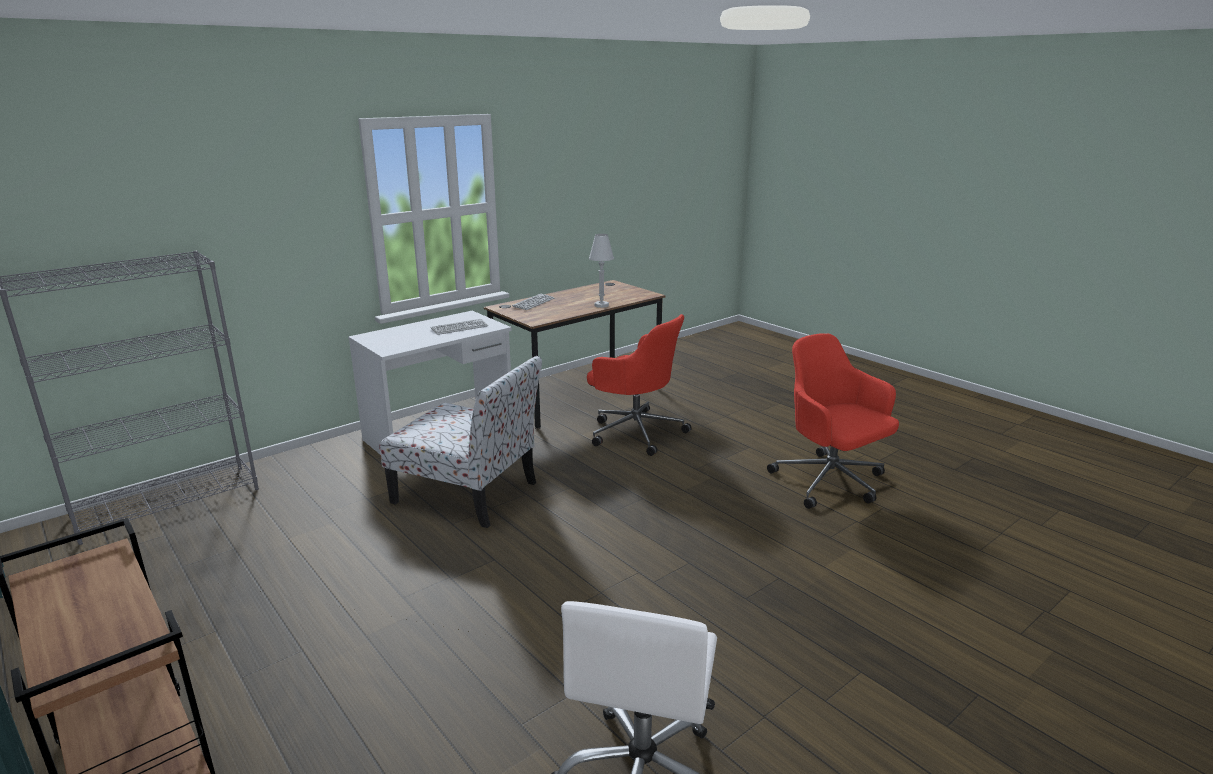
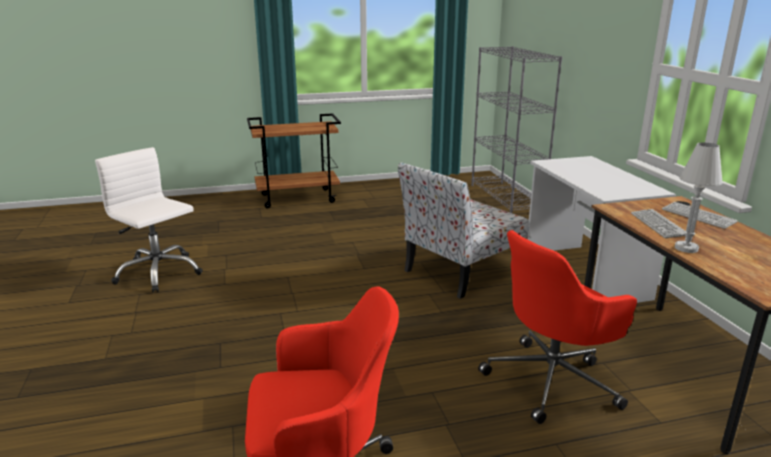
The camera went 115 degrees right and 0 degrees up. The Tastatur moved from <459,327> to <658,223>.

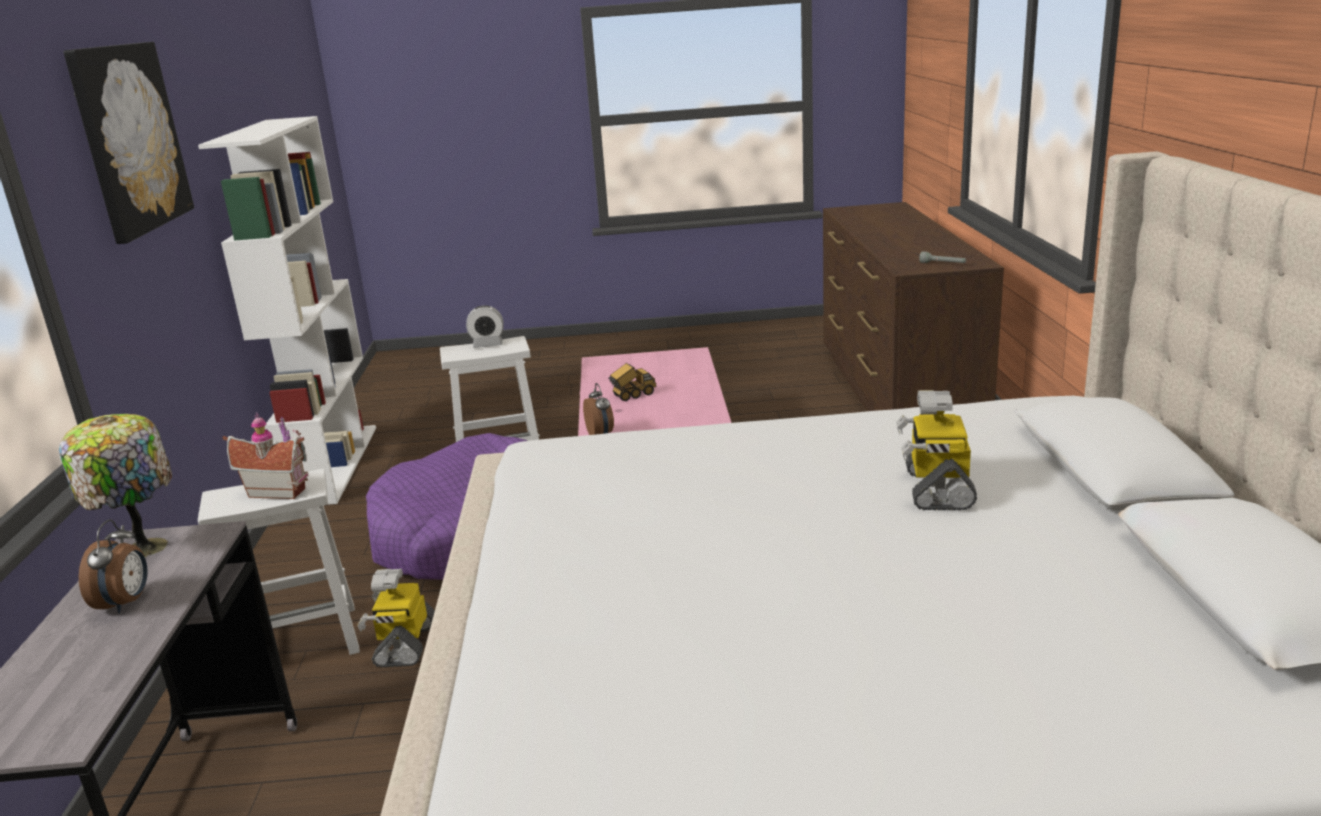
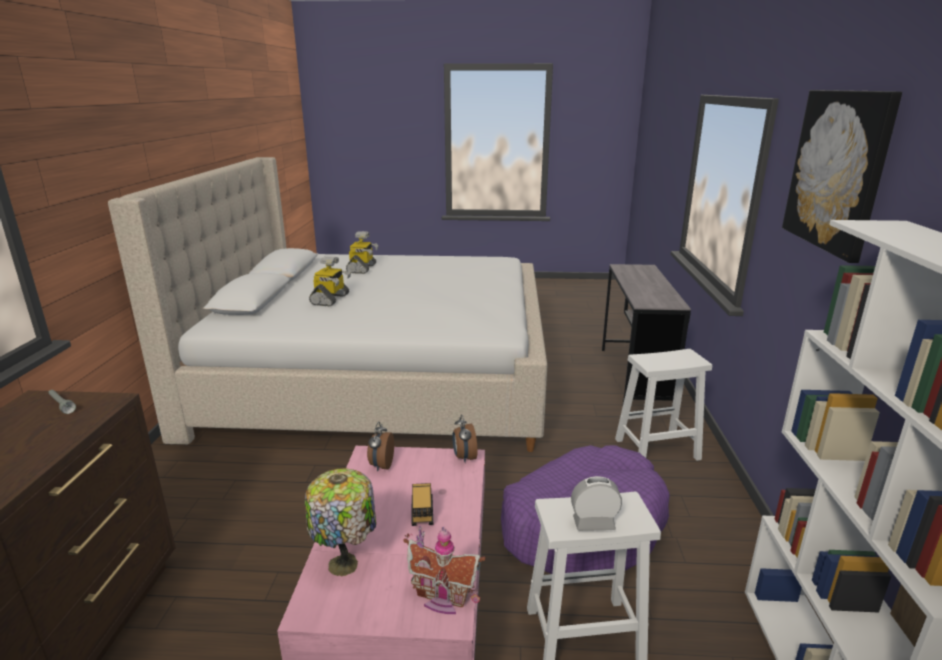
The camera went 175 degrees left and 0 degrees up. The Tischlampe moved from <115,485> to <340,522>. The Wecker moved from <113,566> to <380,446>. The Spielzeughaus moved from <265,455> to <445,569>. The Spielzeugroboter moved from <396,618> to <362,252>. The Spielzeuglaster at <632,382> turned 105 degrees clockwise.

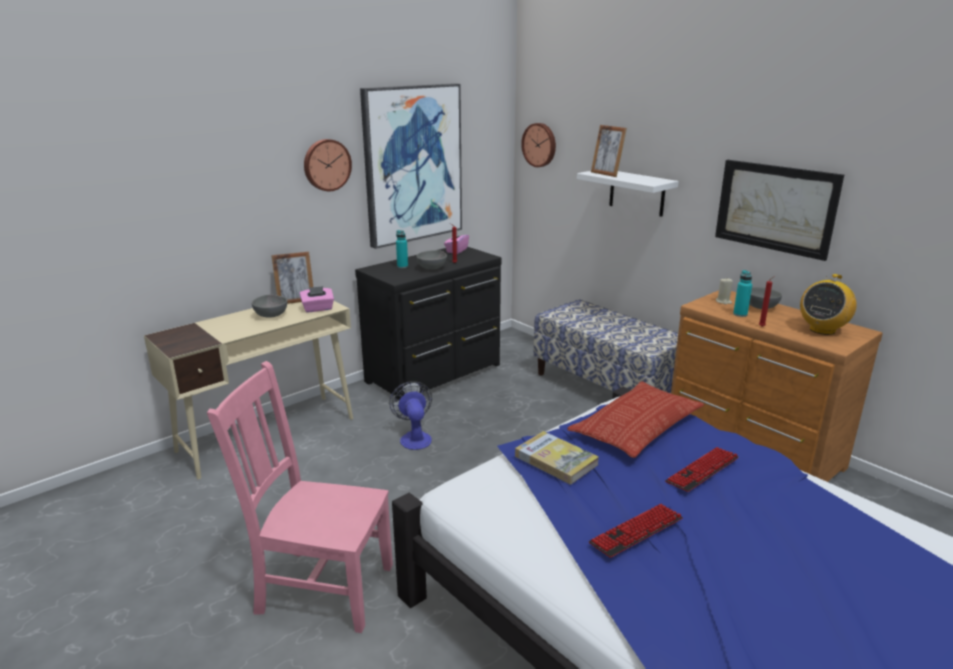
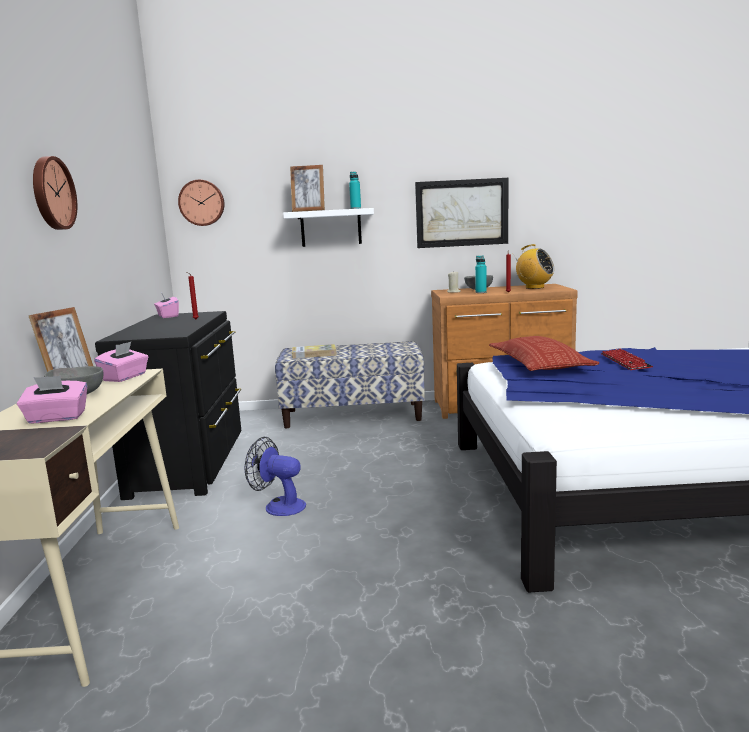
The camera went 50 degrees left and 10 degrees down. The Stuhl [rosa] at <300,497> disappeared. The Bild at <411,166> disappeared. The Flasche [türkis] moved from <402,249> to <355,190>. The Schüssel [grau] at <431,260> disappeared. The Buch moved from <557,458> to <314,351>. The Tastatur at <636,530> disappeared. The Radio at <828,304> turned 45 degrees counterclockwise. The Taschentuchbox [rosa] at <52,399> appeared.

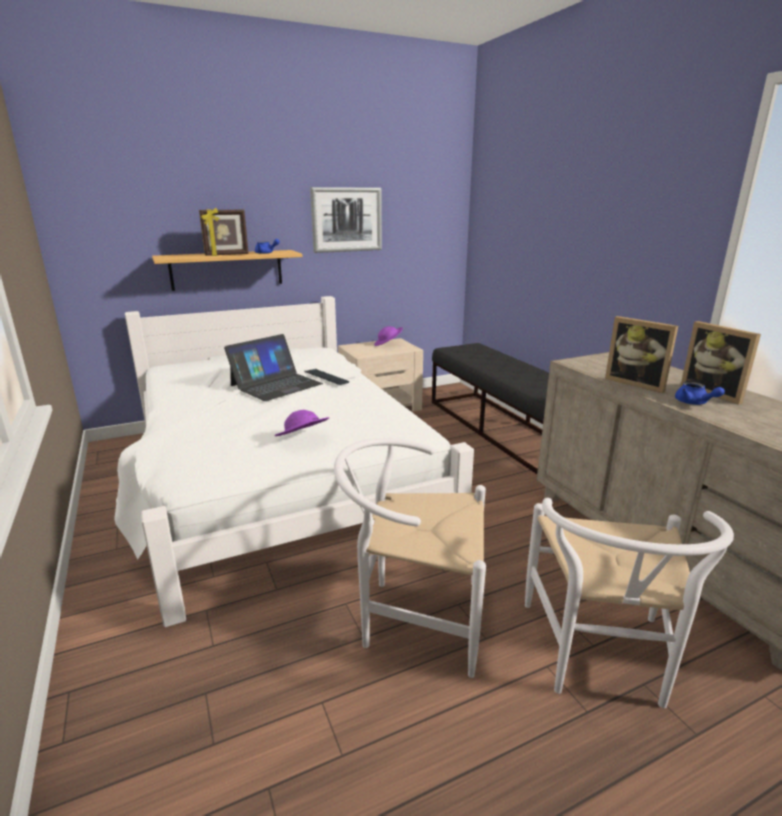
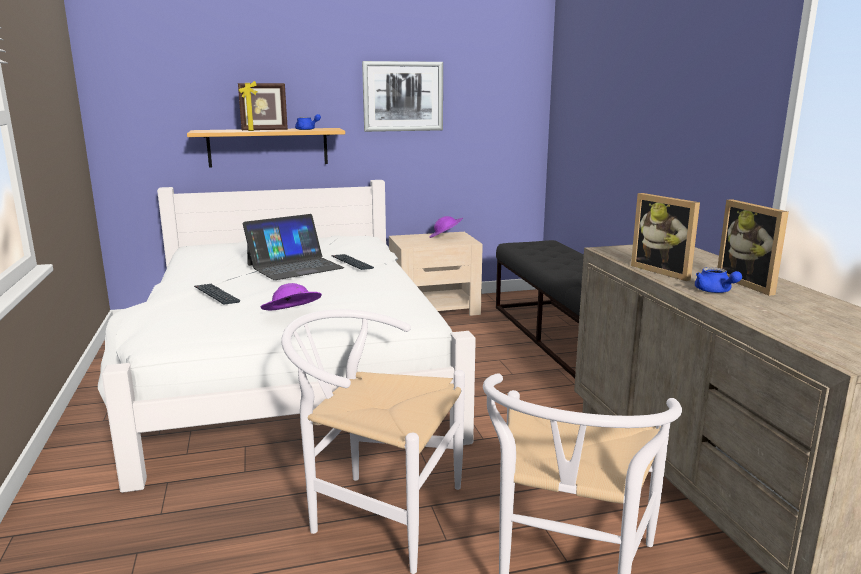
The camera went 10 degrees right and 5 degrees down. The Tastatur at <217,294> appeared.

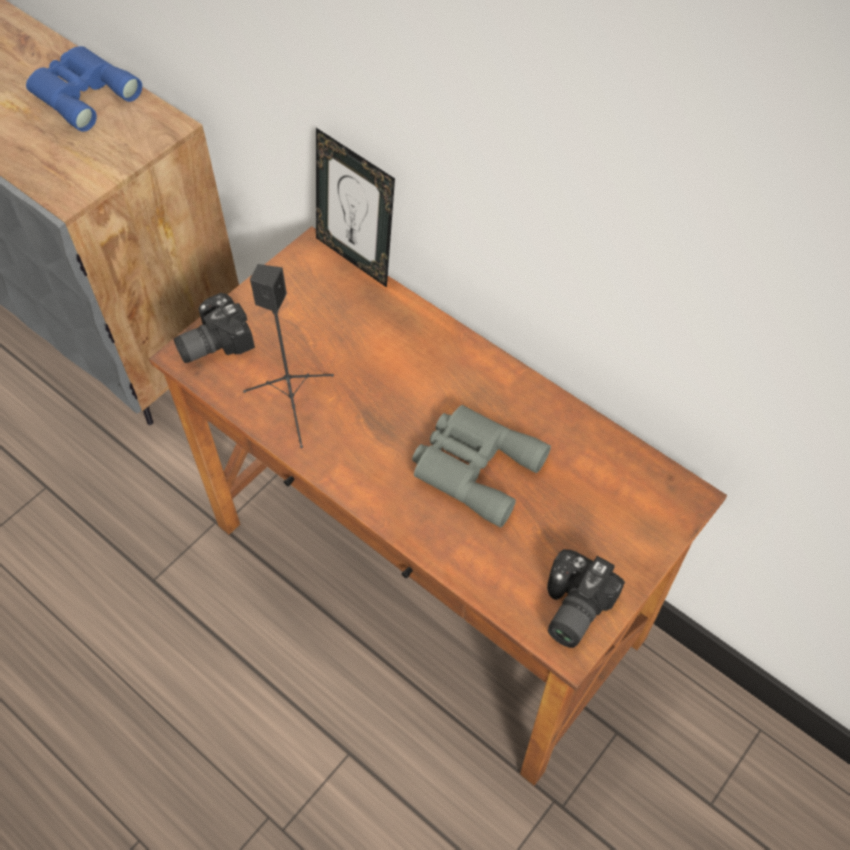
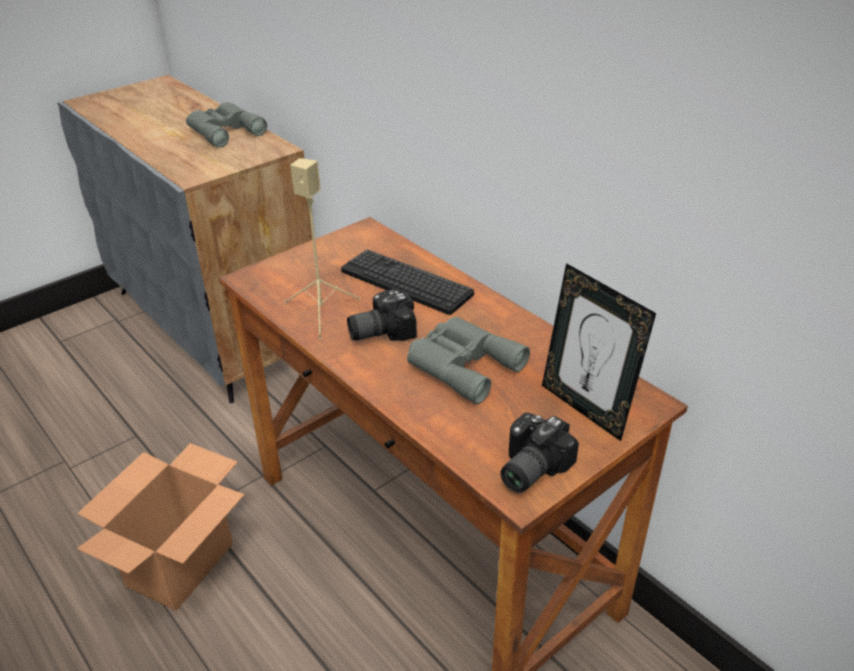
The camera went 10 degrees right and 20 degrees down. The Fernglas [blau] at <84,89> became the Fernglas [grau] at <226,125>. The Kamera moved from <214,328> to <382,315>. The Lautsprecher [schwarz] at <288,356> became the Lautsprecher [beige] at <322,248>. The Bilderrahmen moved from <355,208> to <599,352>. The Karton at <161,527> appeared. The Tastatur at <407,282> appeared.

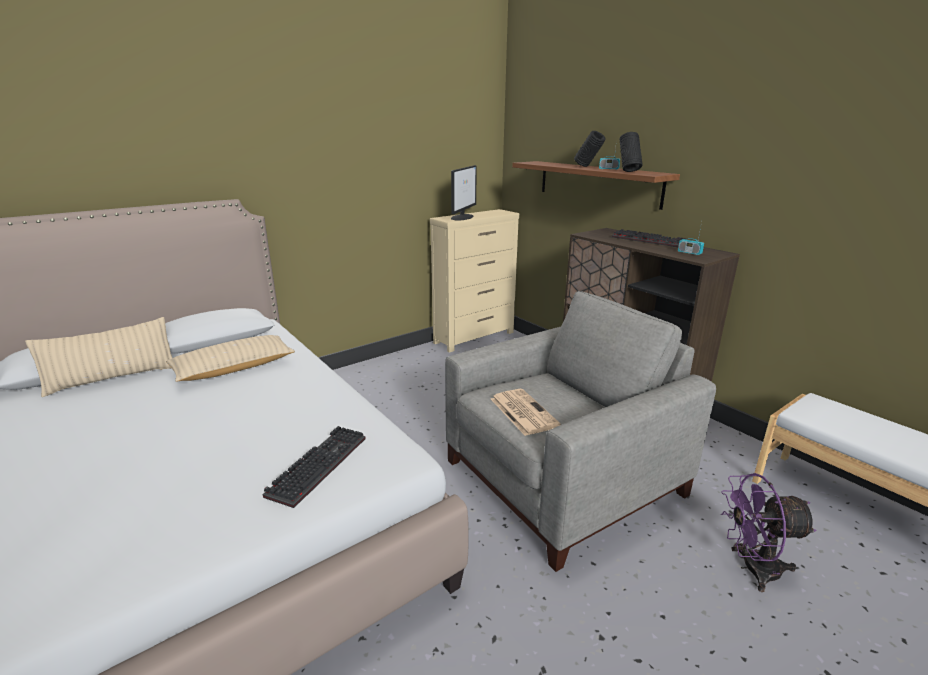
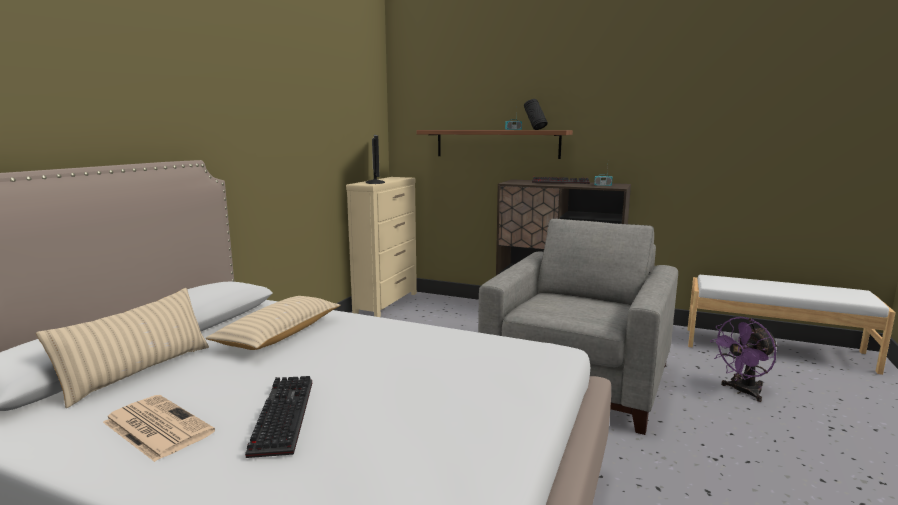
The camera went 30 degrees left and 10 degrees down. The Tastatur moved from <314,467> to <278,417>. The Zeitung moved from <526,412> to <159,428>. The Vase [schwarz] at <590,149> disappeared.

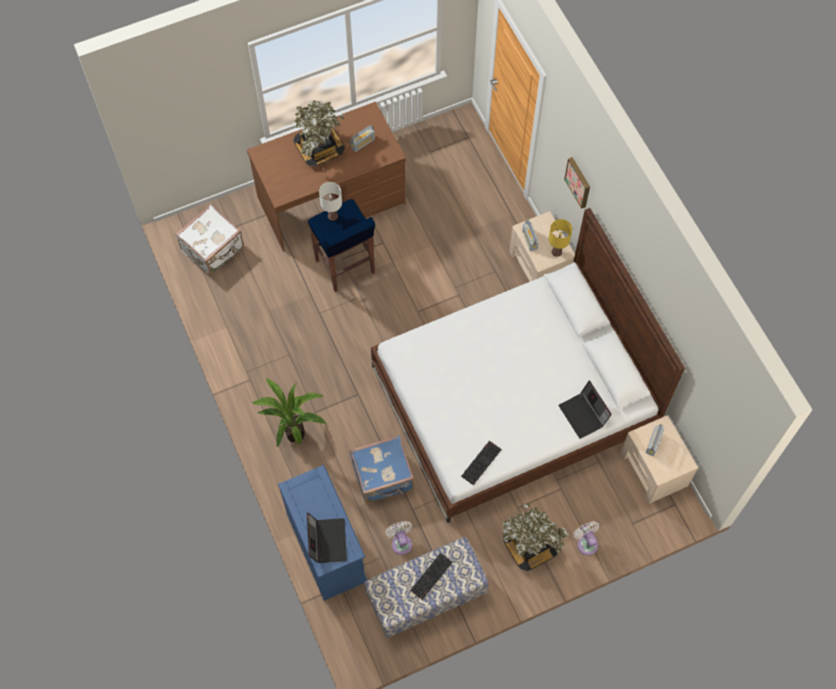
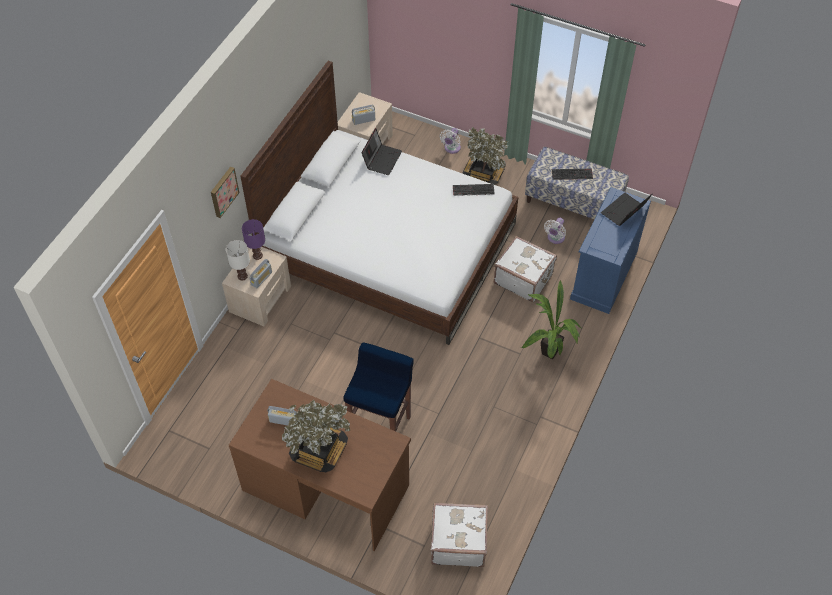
The camera went 130 degrees left and 10 degrees down. The Tischlampe [weiß] moved from <330,201> to <238,260>. The Koffer [blau] at <382,469> became the Koffer [weiß] at <525,269>. The Tischlampe [gelb] at <560,238> became the Tischlampe [lila] at <253,239>.

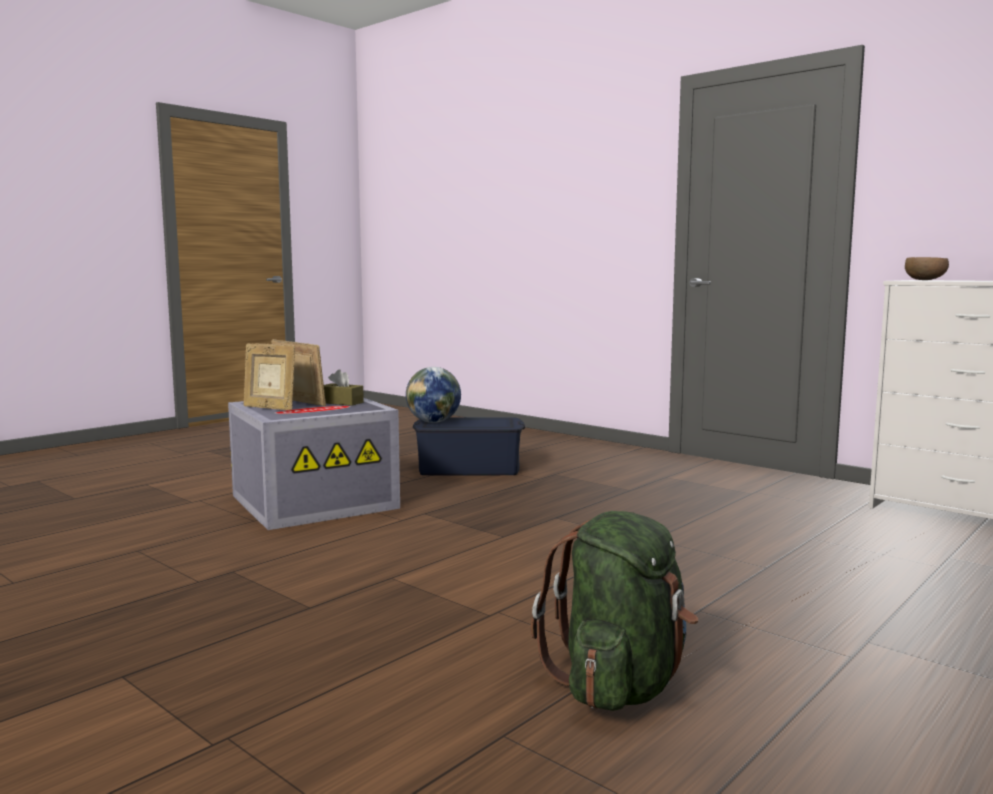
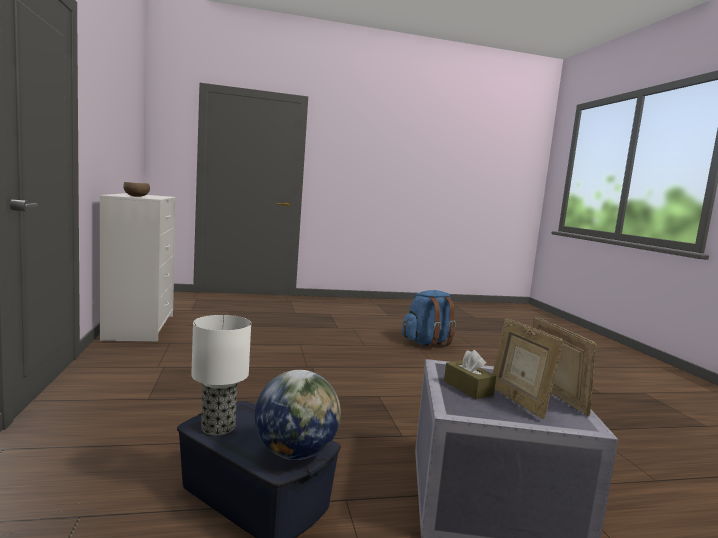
The camera went 145 degrees left and 0 degrees up. The Rucksack [grün] at <614,611> became the Rucksack [blau] at <429,319>. The Tischlampe at <221,375> appeared.

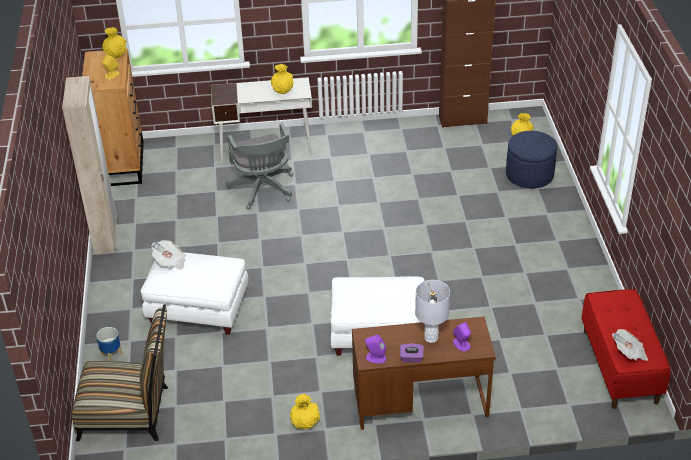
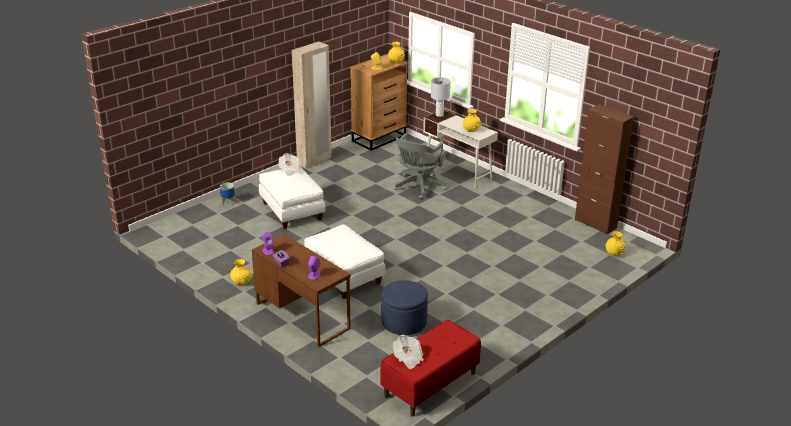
The camera went 50 degrees right and 10 degrees down. The Stuhl at <120,372> disappeared. The Tischlampe [grau] moved from <432,311> to <441,97>. The Polsterhocker [blau] moved from <531,159> to <404,307>.

